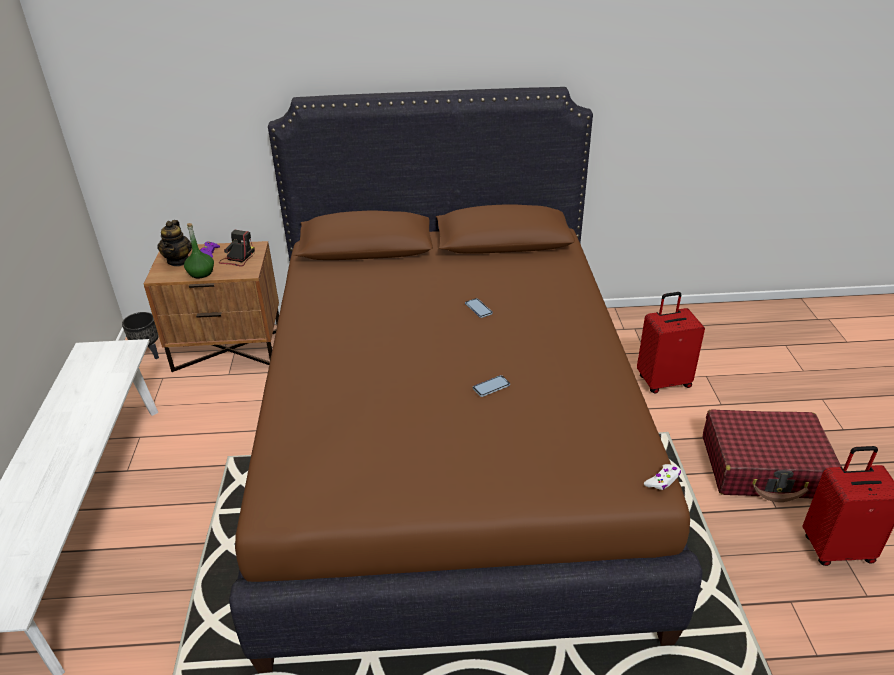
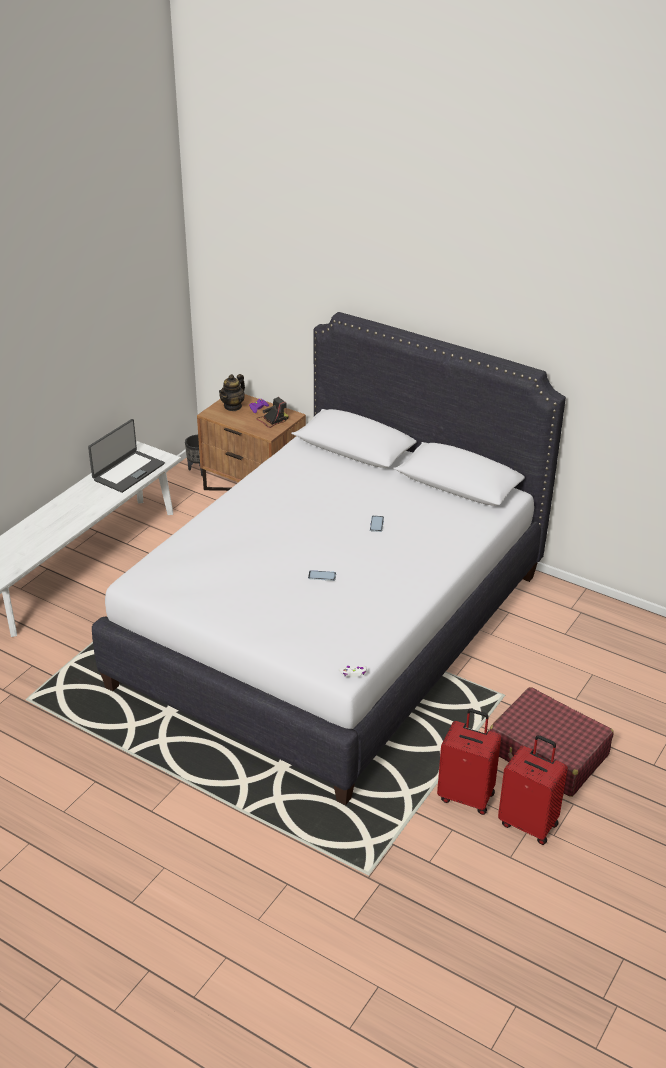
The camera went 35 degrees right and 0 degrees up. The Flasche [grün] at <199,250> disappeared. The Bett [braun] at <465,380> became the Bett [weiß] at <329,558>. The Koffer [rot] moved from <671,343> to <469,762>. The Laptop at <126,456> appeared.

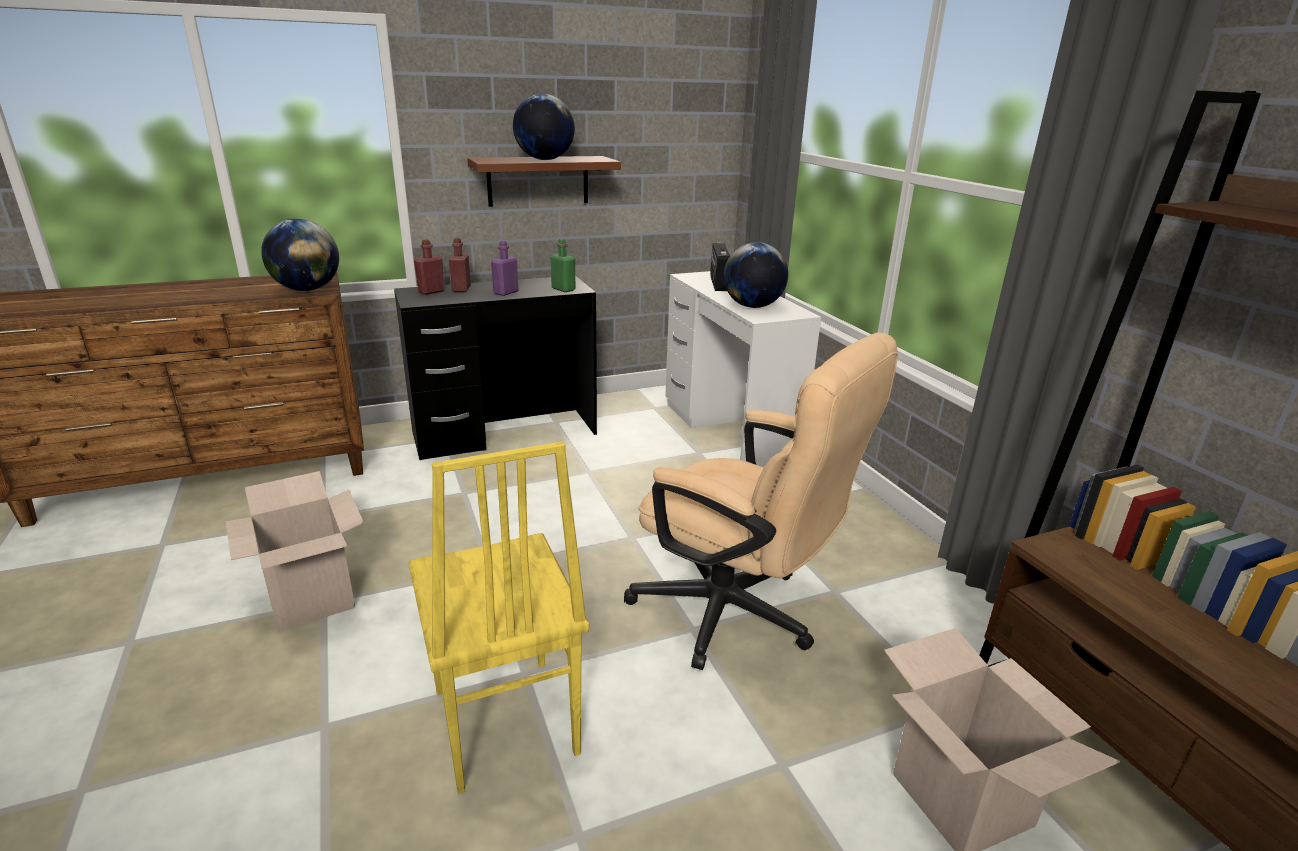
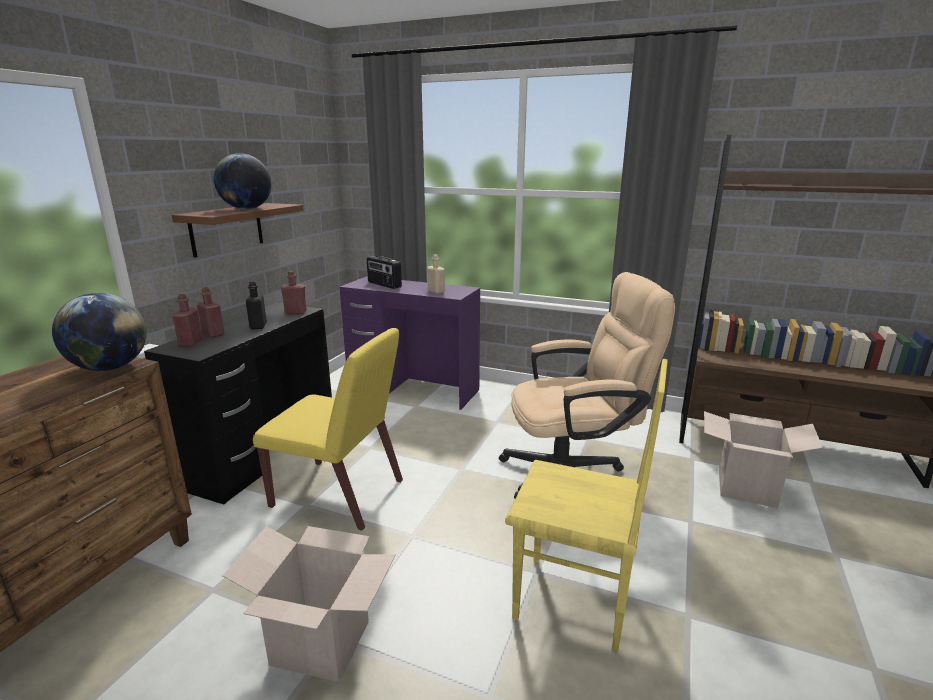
The camera went 45 degrees left and 5 degrees down. The Flasche [lila] at <504,268> became the Flasche [schwarz] at <256,305>. The Flasche [grün] at <563,265> became the Flasche [rot] at <294,292>. The Schreibtisch [weiß] at <743,369> became the Schreibtisch [lila] at <409,343>. The Globus at <756,275> was replaced by the Flasche [beige] at <436,274>. The Stuhl [gelb] at <328,429> appeared.

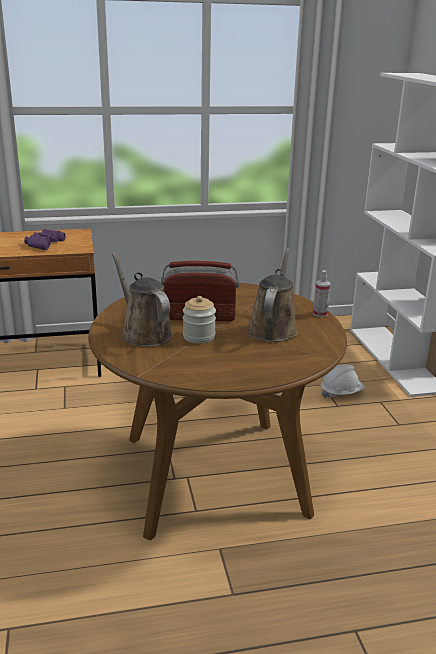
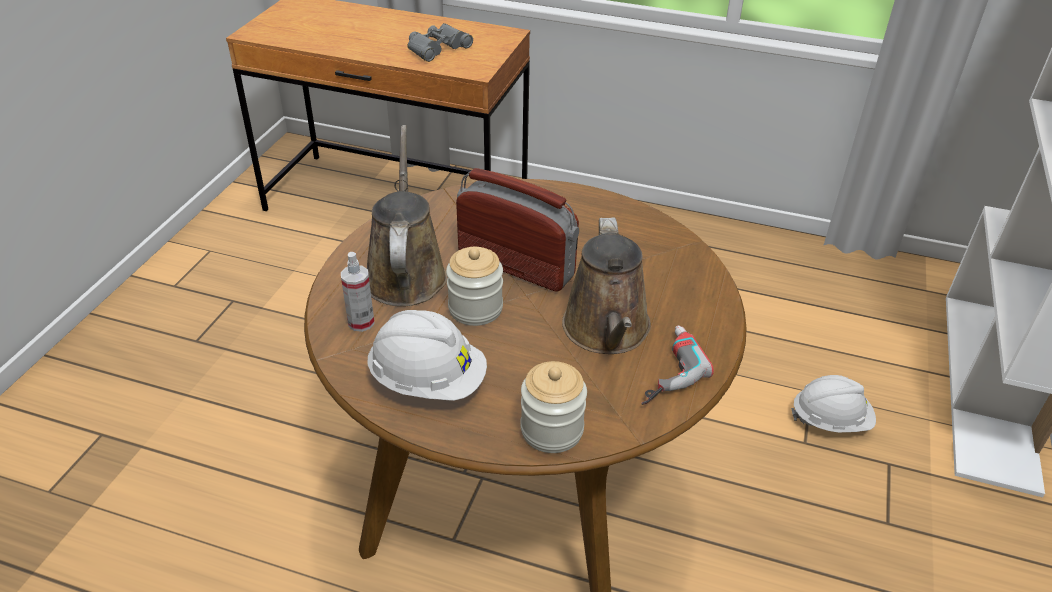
The camera went 30 degrees right and 15 degrees up. The Fernglas [lila] at <45,239> became the Fernglas [grau] at <440,42>. The Gießkanne [braun] at <272,295> turned 135 degrees clockwise. The Sprühflasche moved from <322,293> to <358,292>. The Schutzhelm [weiß] at <427,355> appeared. The Vorratsglas at <553,407> appeared. The Bohrmaschine at <678,365> appeared.

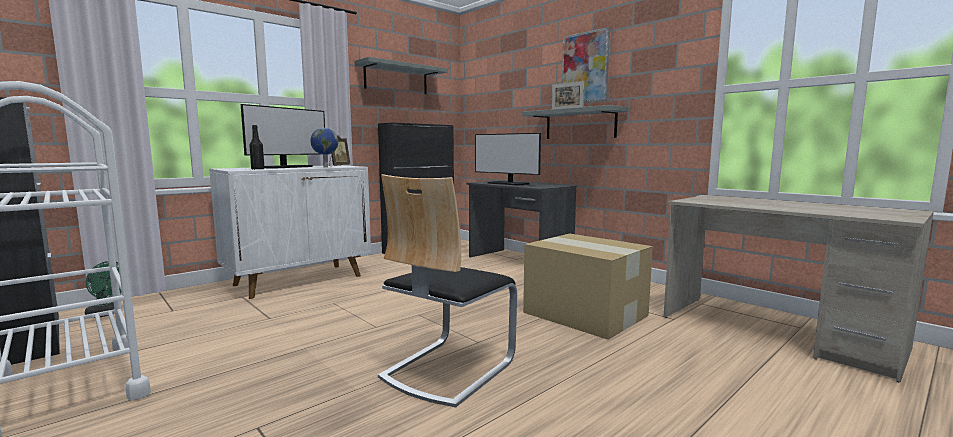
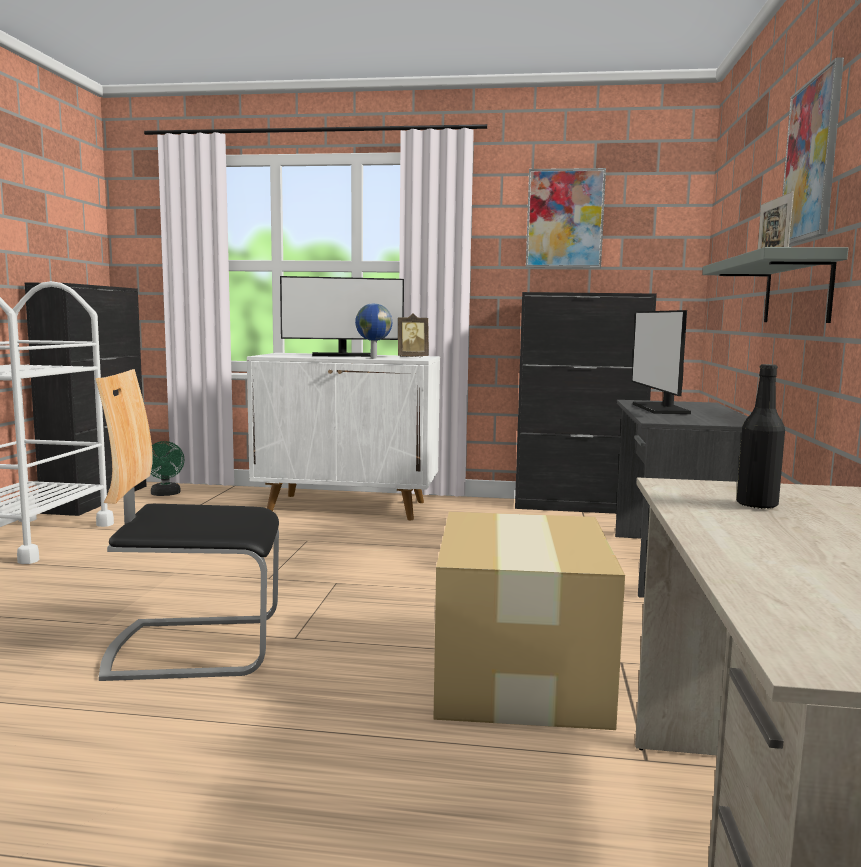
The camera went 50 degrees right and 0 degrees up. The Flasche [schwarz] moved from <257,147> to <760,436>. The Wandregal [grau] at <401,75> was replaced by the Bild at <566,218>.

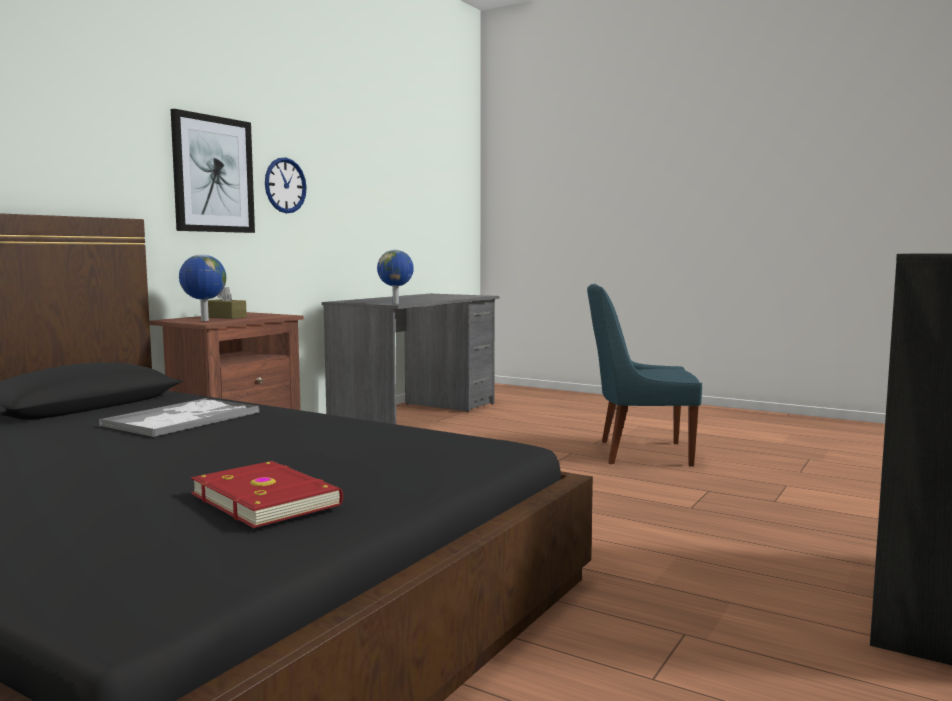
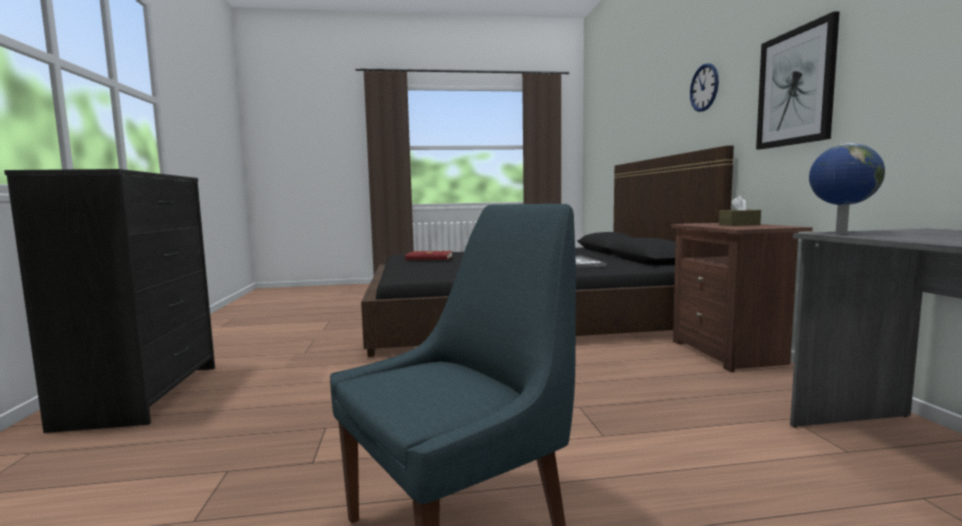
The camera went 140 degrees right and 0 degrees up. The Globus at <202,287> disappeared. The Wanduhr moved from <286,185> to <704,87>.

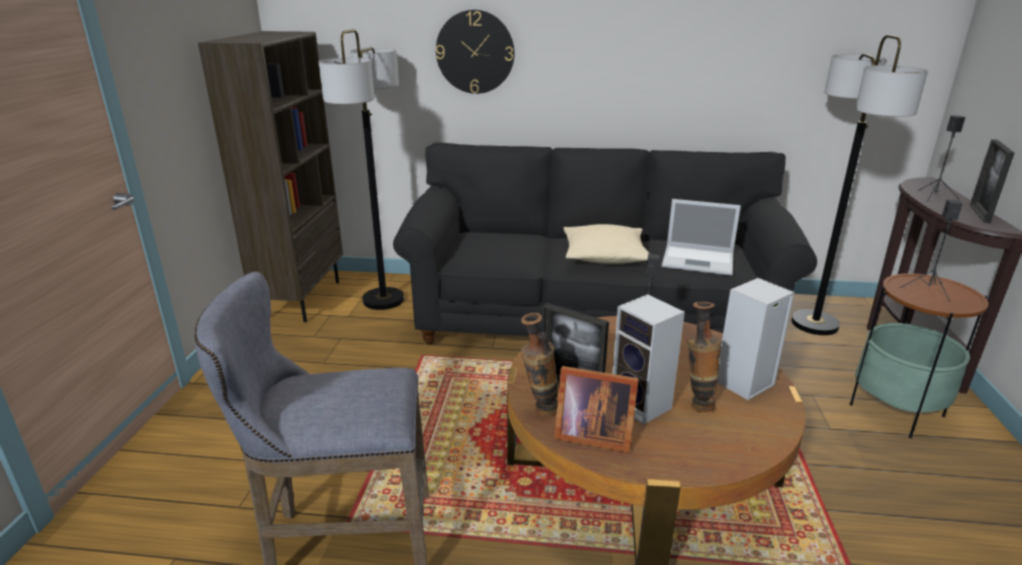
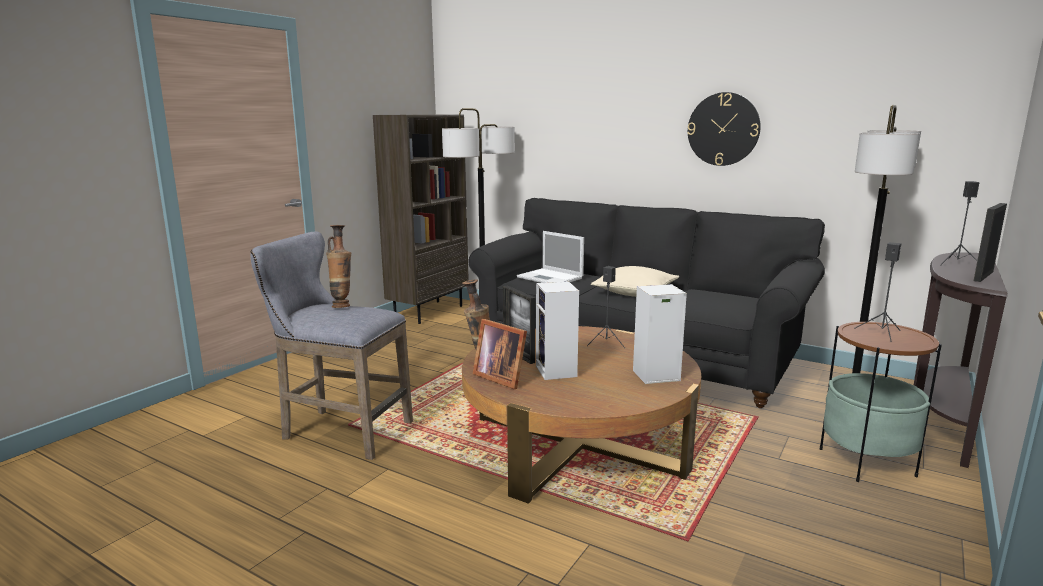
The camera went 25 degrees right and 10 degrees down. The Wanduhr moved from <475,52> to <724,129>. The Laptop moved from <701,237> to <550,257>. The Vase moved from <704,357> to <338,266>.

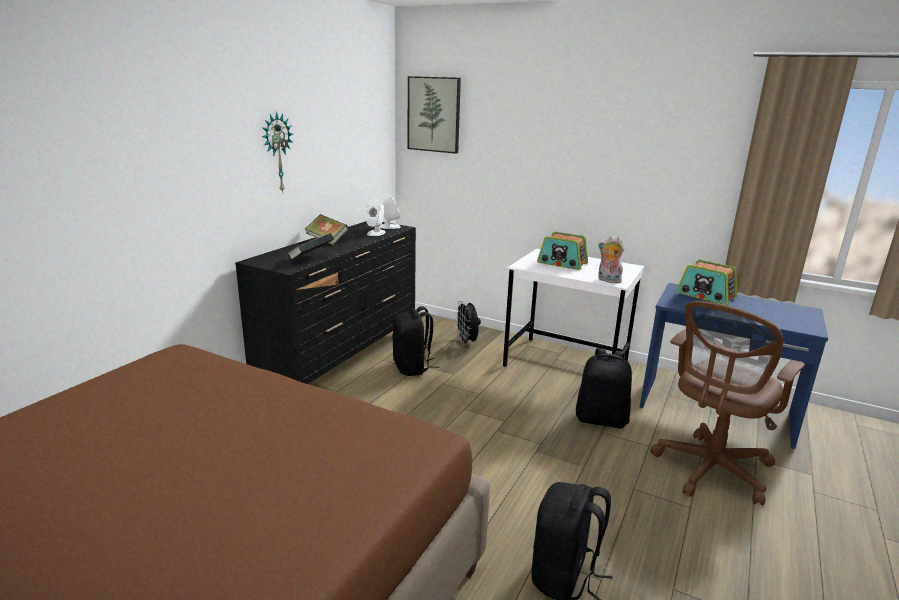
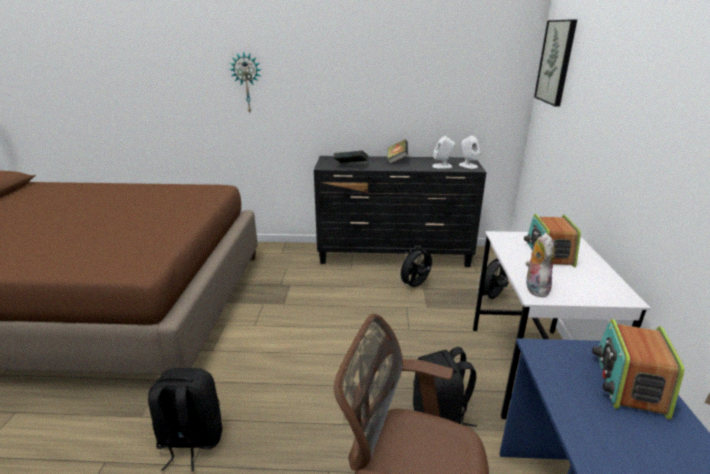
The camera went 65 degrees right and 5 degrees up. The Wanduhr moved from <277,152> to <245,82>. The Rucksack [schwarz] at <415,341> was replaced by the Ventilator [schwarz] at <414,266>.

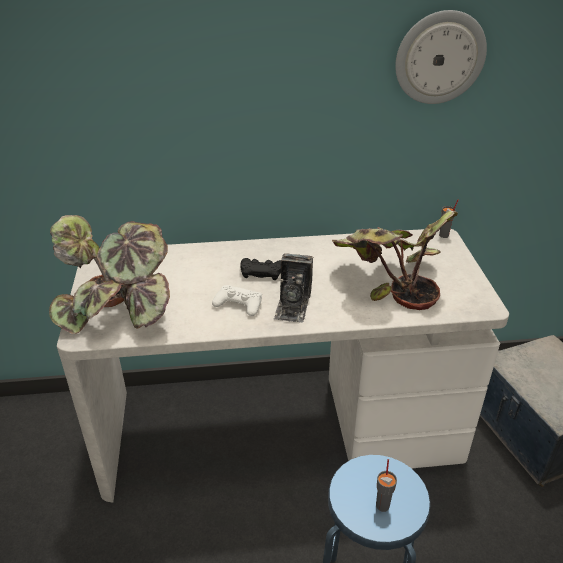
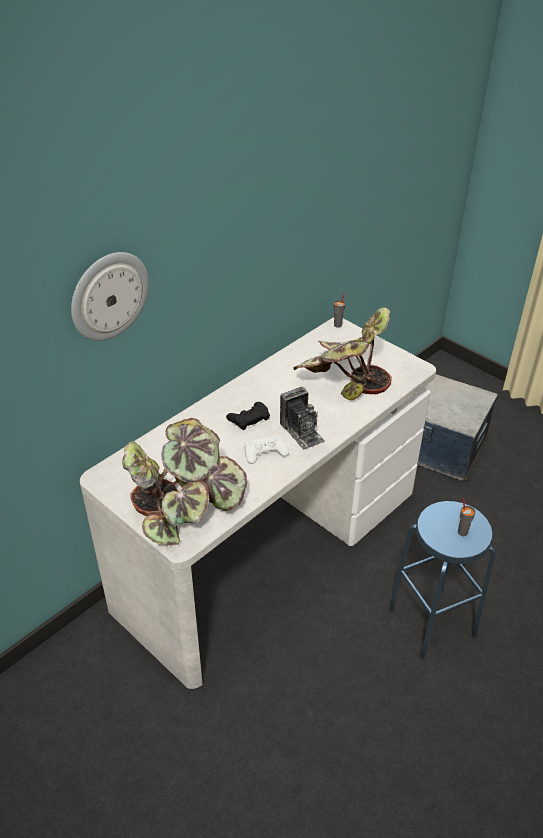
The camera went 40 degrees left and 5 degrees up. The Wanduhr moved from <441,57> to <110,296>.

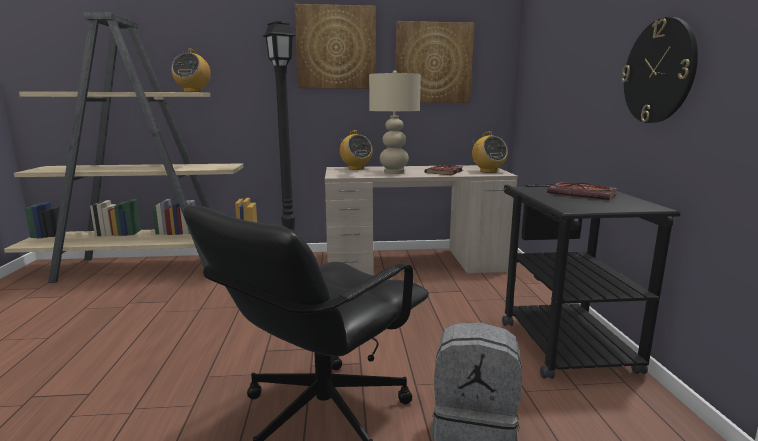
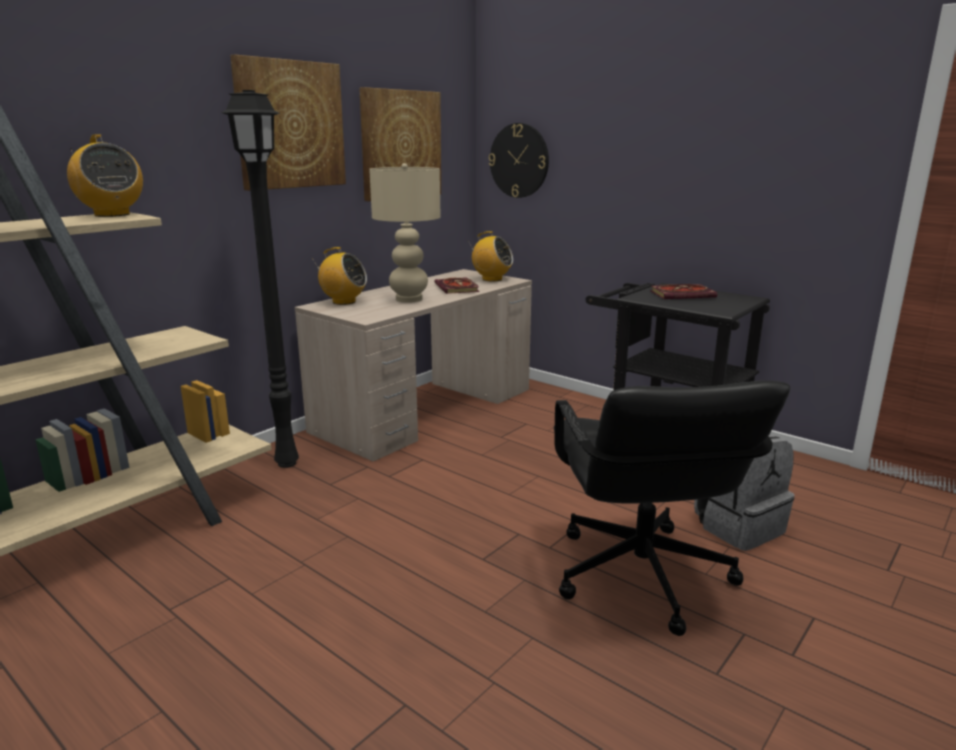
The camera went 45 degrees left and 5 degrees up. The Wanduhr moved from <659,70> to <519,160>.

